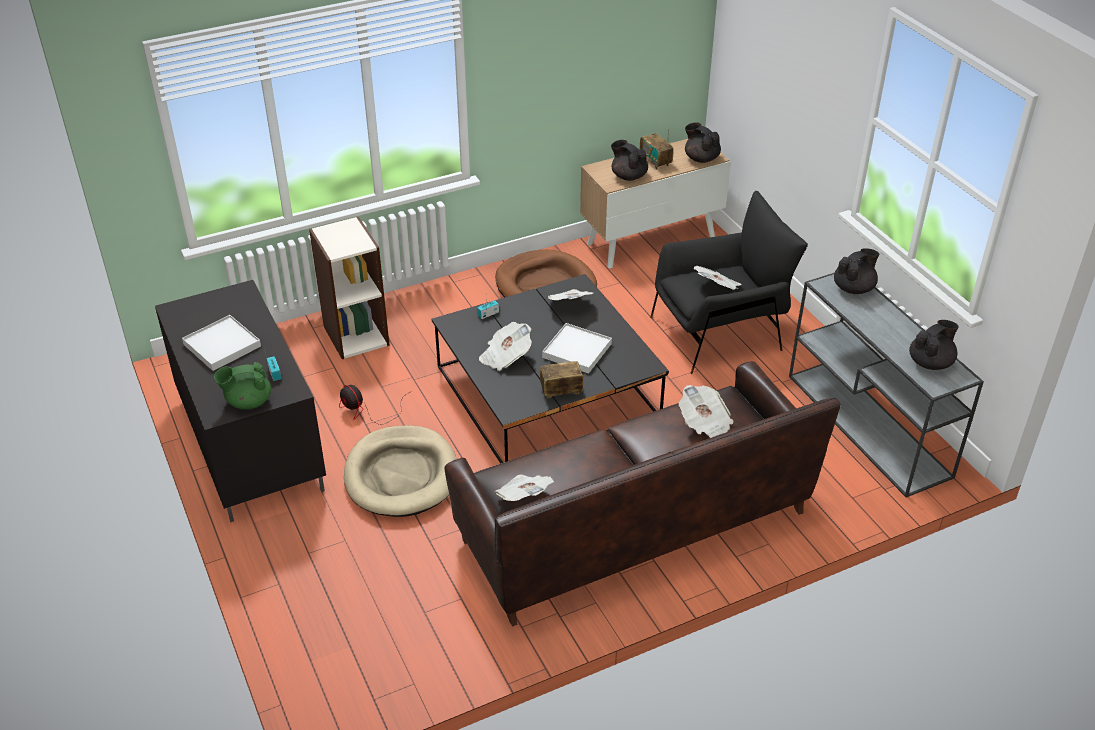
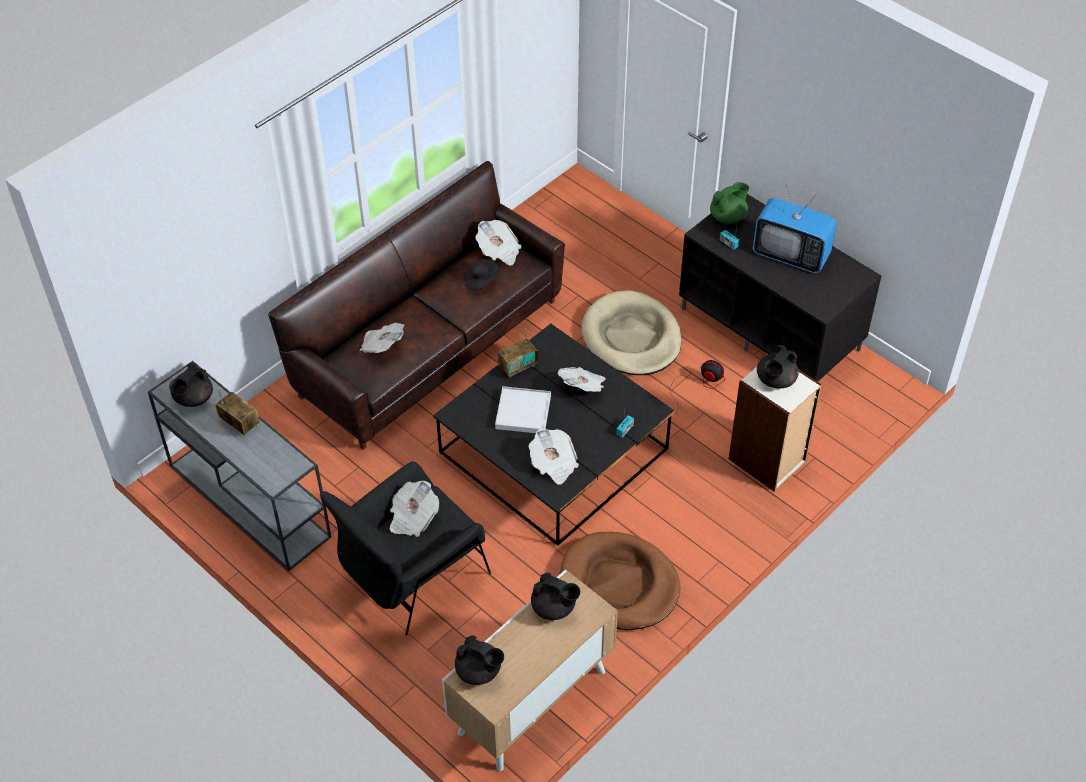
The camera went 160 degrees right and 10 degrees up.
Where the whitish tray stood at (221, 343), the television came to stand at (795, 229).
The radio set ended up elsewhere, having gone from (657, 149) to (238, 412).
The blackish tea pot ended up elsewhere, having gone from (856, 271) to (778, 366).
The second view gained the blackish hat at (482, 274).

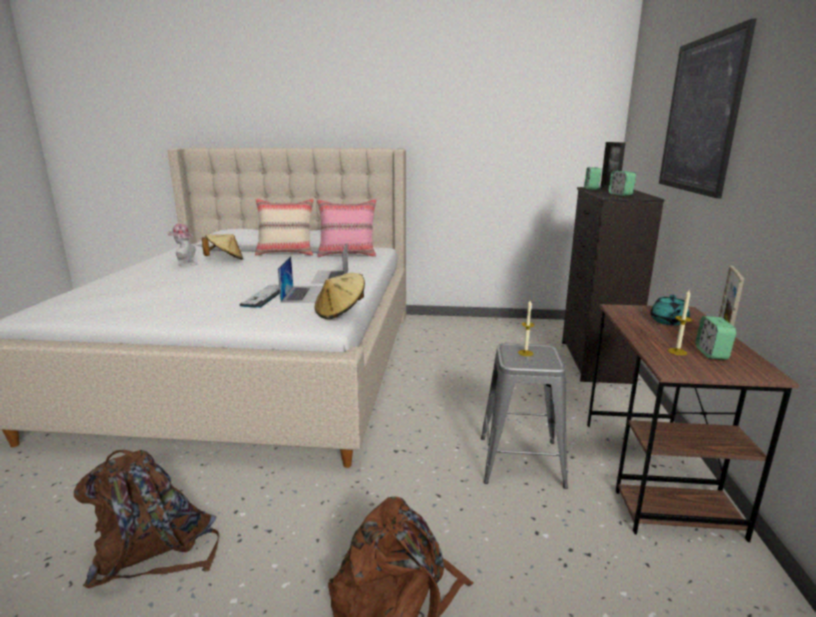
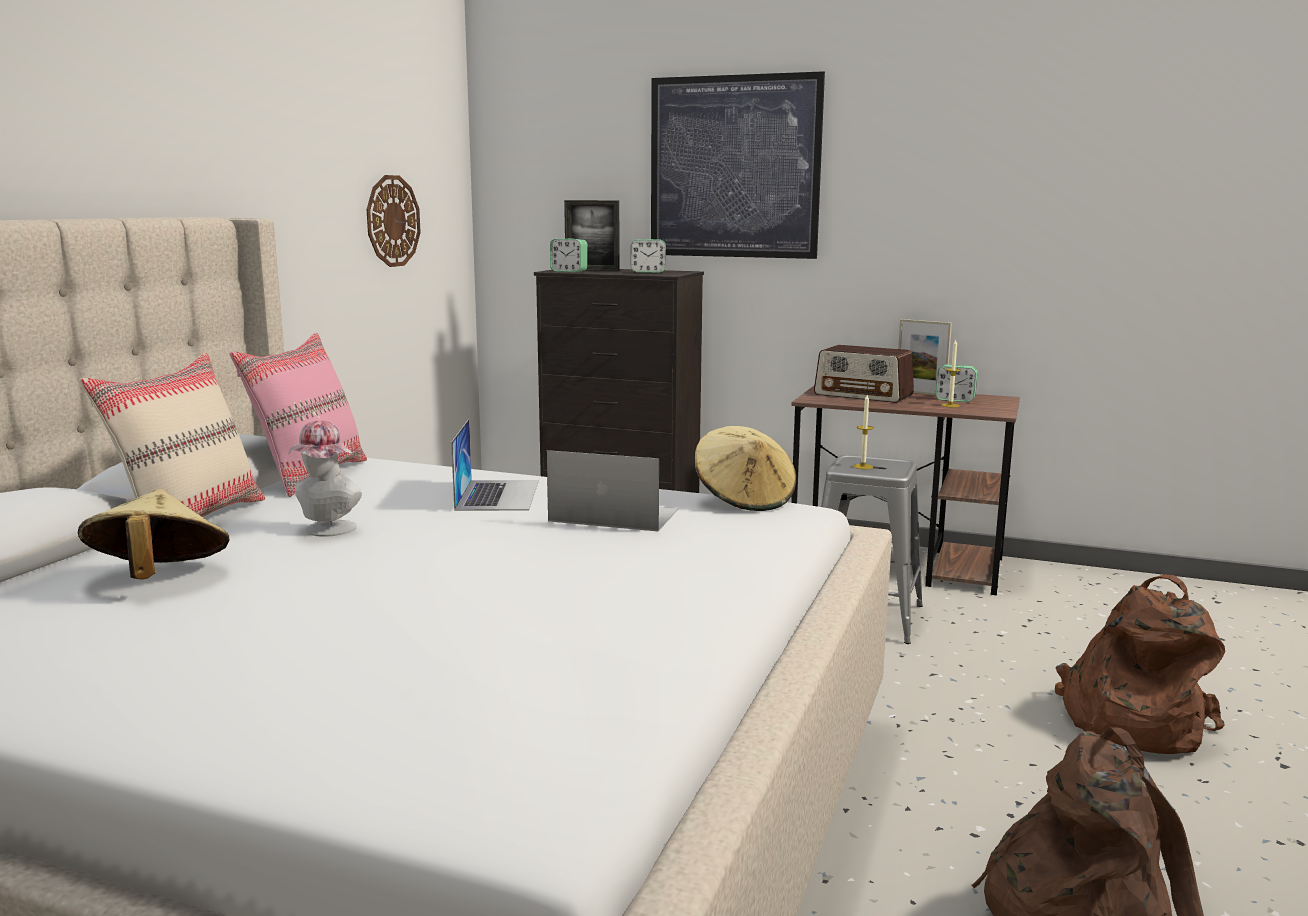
The camera went 75 degrees left and 5 degrees down.
The hat ended up elsewhere, having gone from (182, 245) to (325, 478).
The second view lost the computer keyboard at (260, 296).
The portable computer at (329, 263) ended up facing another way, 105 degrees counterclockwise from before.
Where the blue-green tea pot stood at (670, 310), the radio set came to stand at (864, 374).
The second view gained the wall clock at (394, 221).

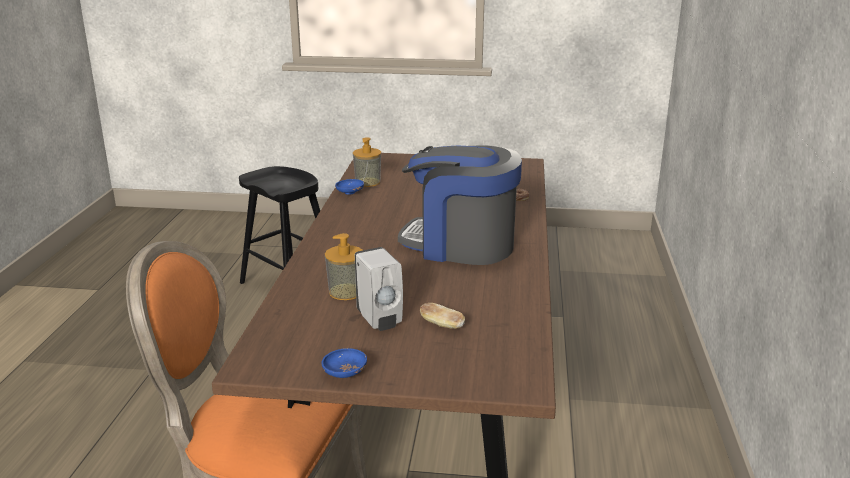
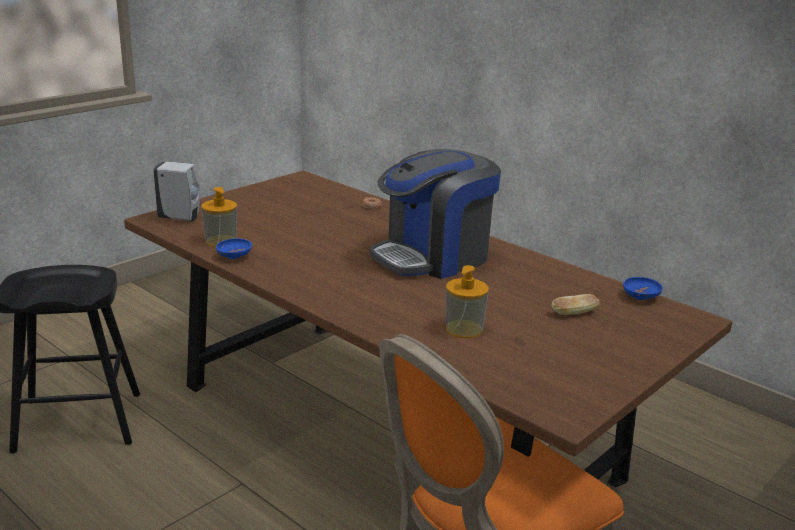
The camera went 55 degrees left and 0 degrees up.
The bluish deep dish ended up elsewhere, having gone from (344, 363) to (643, 288).
The whitish liquid soap bottle ended up elsewhere, having gone from (379, 289) to (176, 192).

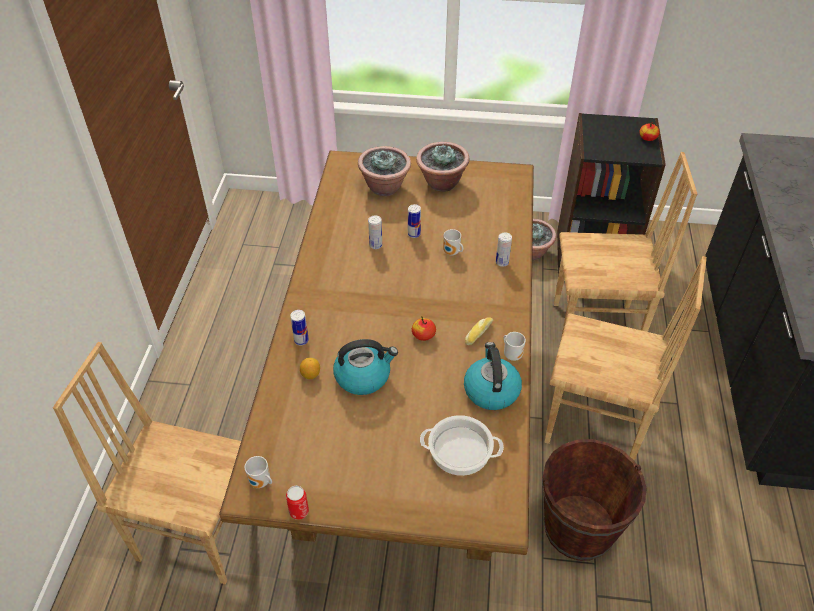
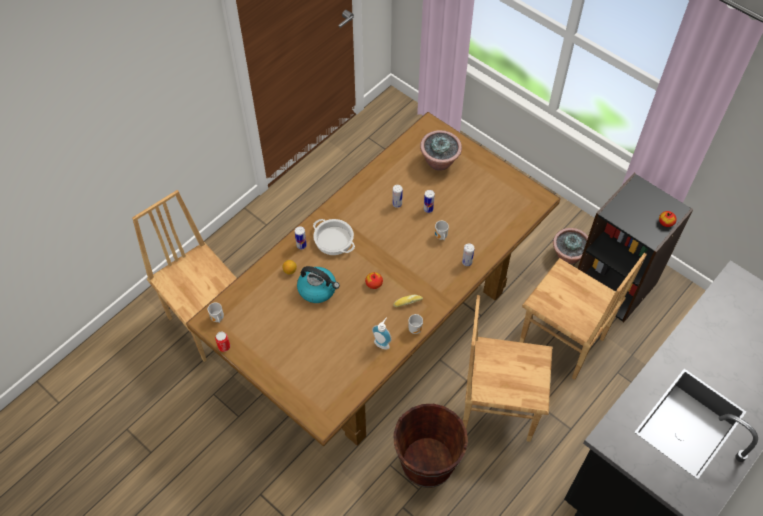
The camera went 35 degrees right and 10 degrees up.
The second view lost the potted plant at (443, 167).
The saucepot ended up elsewhere, having gone from (462, 445) to (334, 237).
Where the tea kettle stood at (493, 376), the liquid soap bottle came to stand at (382, 333).
The brownish upright chair at (626, 358) ended up facing another way, 135 degrees clockwise from before.

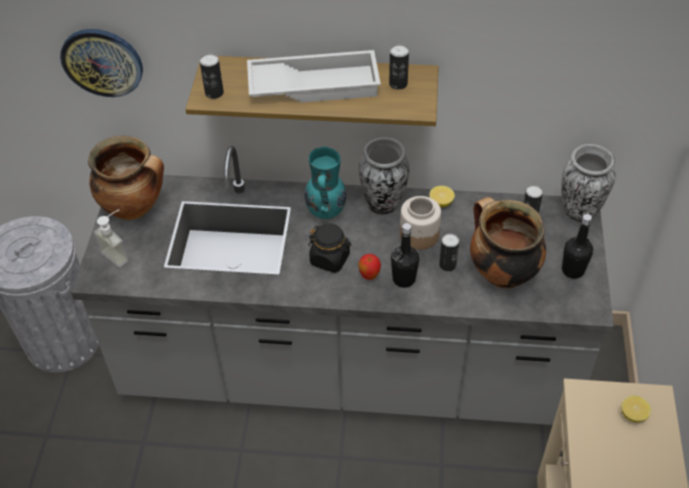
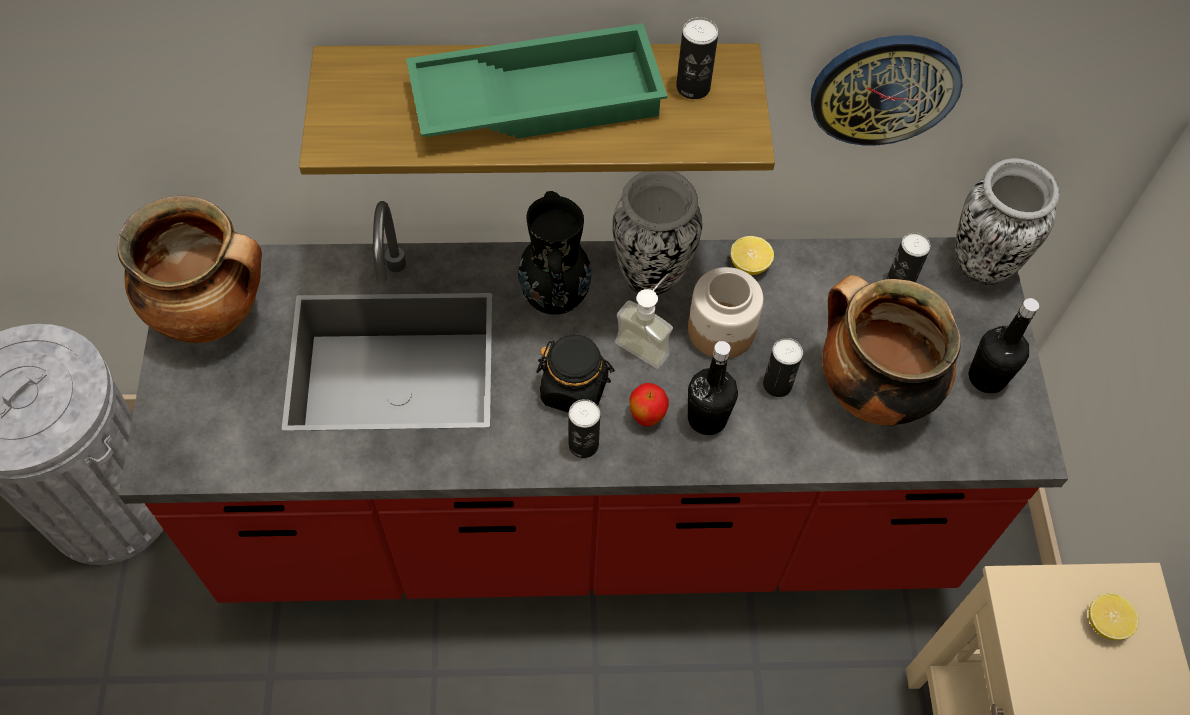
The camera went 10 degrees left and 10 degrees up.
The wall clock ended up elsewhere, having gone from (101, 63) to (887, 90).
What was the gray counter at (342, 285) turned into the reddish counter at (593, 402).
The liquid soap bottle ended up elsewhere, having gone from (111, 238) to (644, 321).
The can ended up elsewhere, having gone from (212, 76) to (584, 428).
What was the whitish tray at (314, 76) turned into the green-coloured tray at (536, 81).
What was the blue-green decorative vase at (325, 182) turned into the blackish decorative vase at (554, 253).

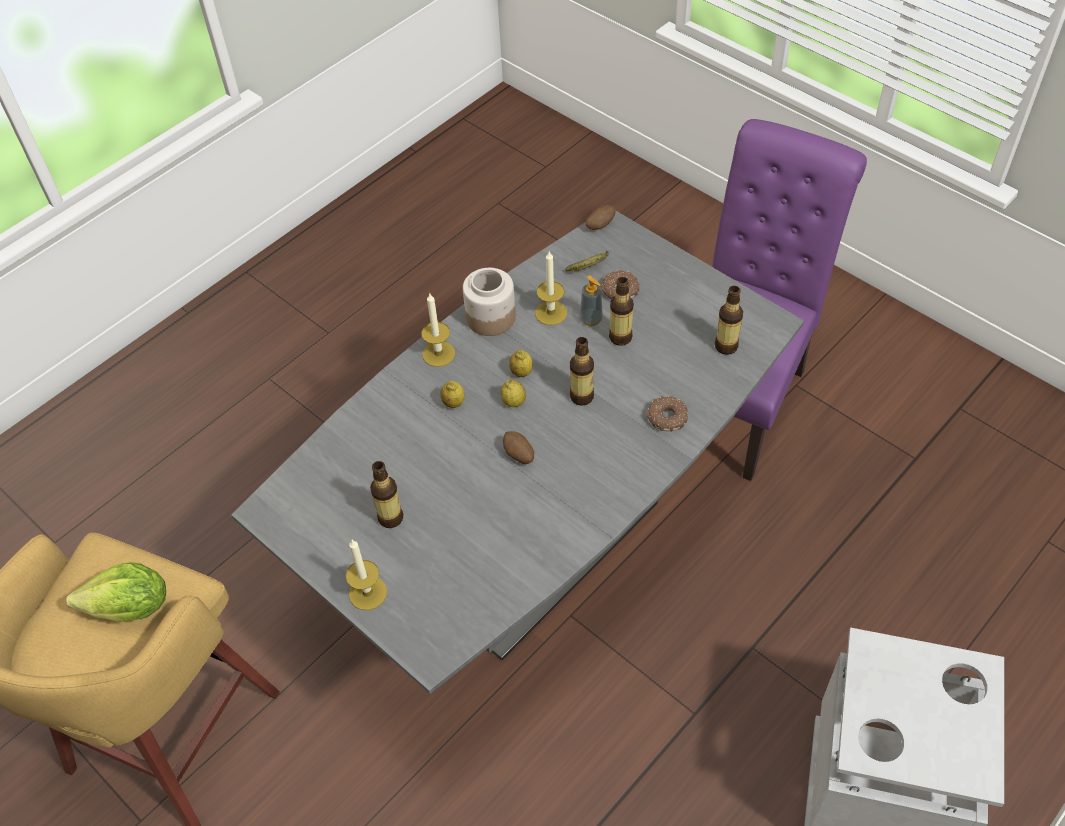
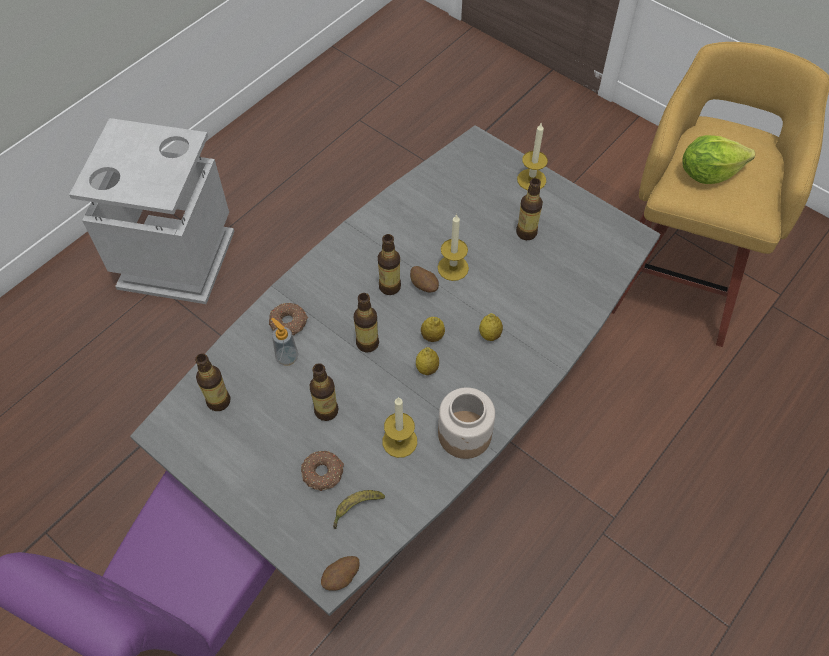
The camera went 175 degrees right and 5 degrees up.
The wax light ended up elsewhere, having gone from (438, 330) to (453, 247).
The liquid soap bottle ended up elsewhere, having gone from (591, 300) to (284, 342).
The second view gained the beverage bottle at (389, 264).

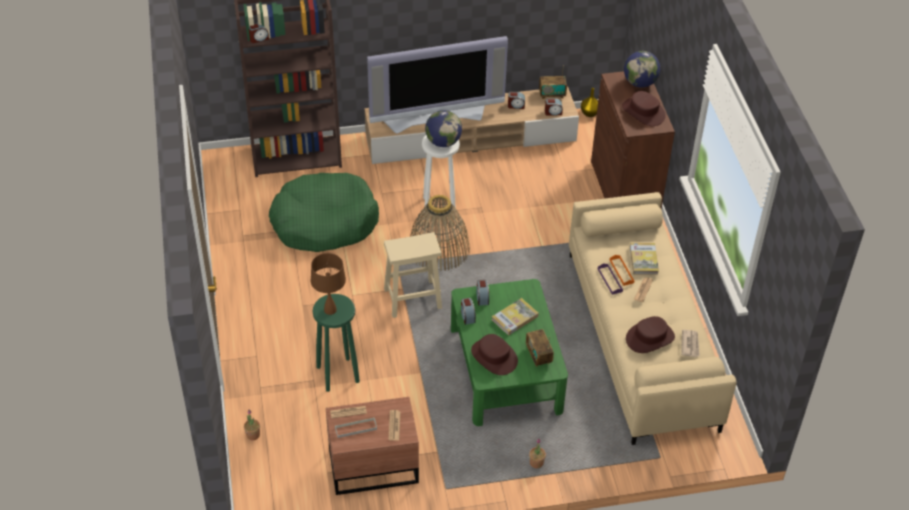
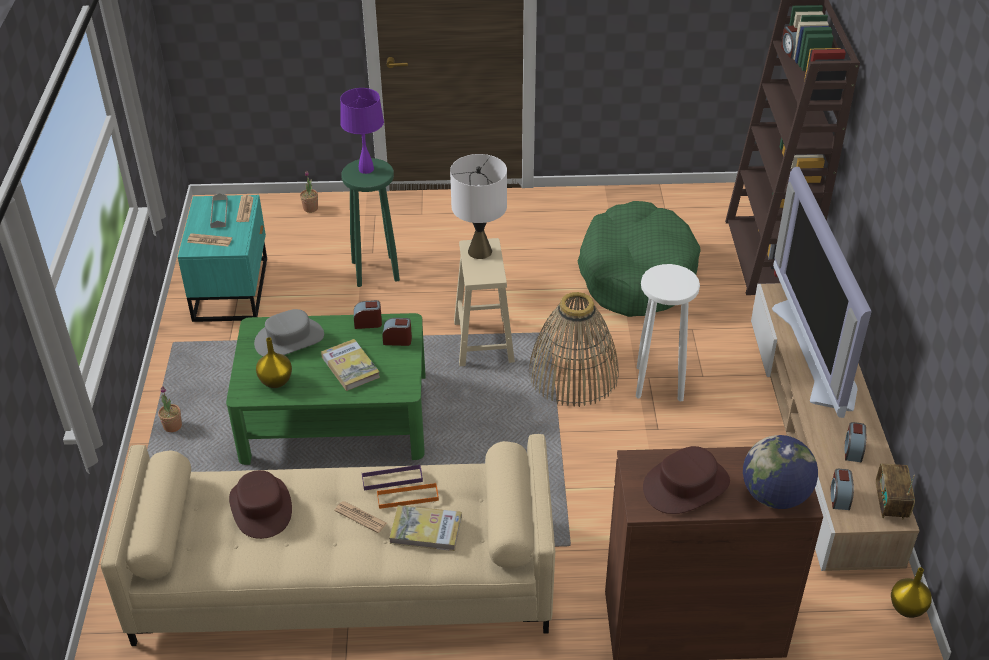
The camera went 100 degrees right and 5 degrees down.
What was the brownish table lamp at (328, 284) turned into the purple table lamp at (362, 131).
What was the brownish nightstand at (372, 446) turned into the blue-green nightstand at (222, 258).
The second view lost the globe at (443, 128).
What was the brownish hat at (494, 354) turned into the gray hat at (289, 333).
Where the radio set stood at (540, 348), the yellow decorative vase came to stand at (274, 362).
The second view lost the daily paper at (690, 343).
The second view gained the whitish table lamp at (478, 206).

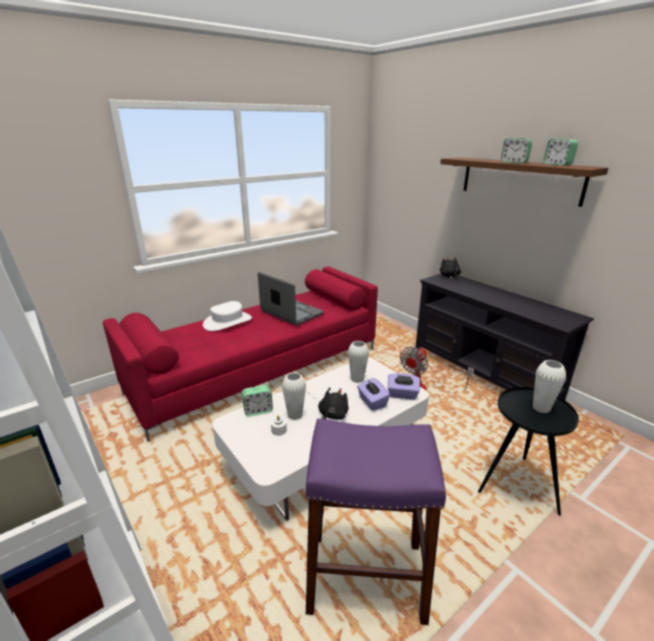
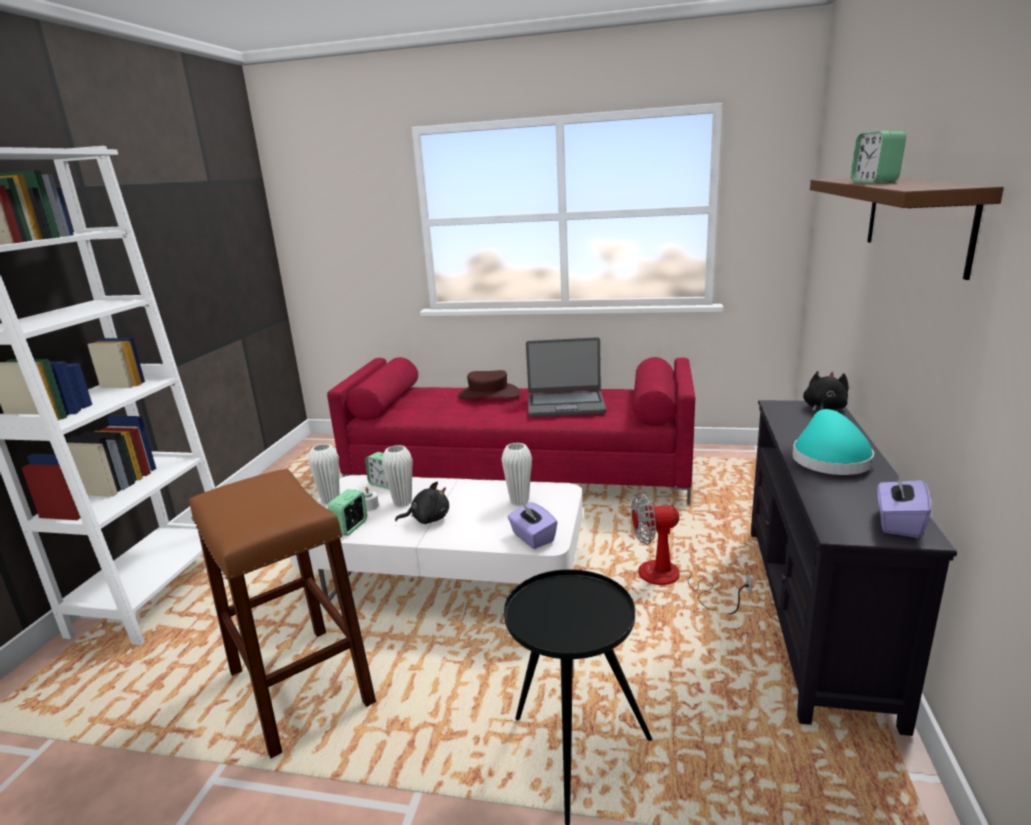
The camera went 50 degrees right and 5 degrees down.
What was the whitish hat at (227, 316) turned into the brownish hat at (488, 384).
The portable computer at (291, 299) ended up facing another way, 90 degrees clockwise from before.
What was the purple stool seat at (376, 522) turned into the brownish stool seat at (282, 614).
The purple box of tissues ended up elsewhere, having gone from (373, 394) to (904, 505).
The whitish decorative vase ended up elsewhere, having gone from (549, 386) to (324, 474).
The table clock ended up elsewhere, having gone from (560, 152) to (347, 512).
The second view gained the blue-green hat at (833, 442).

